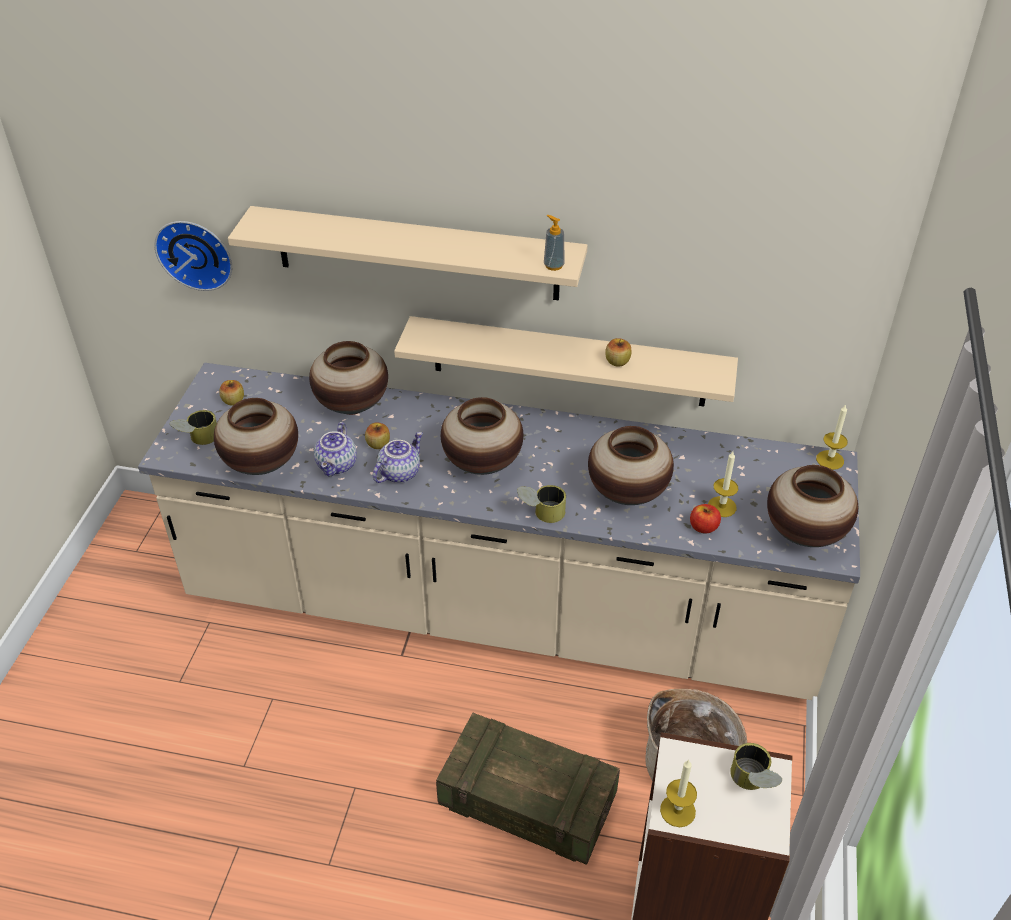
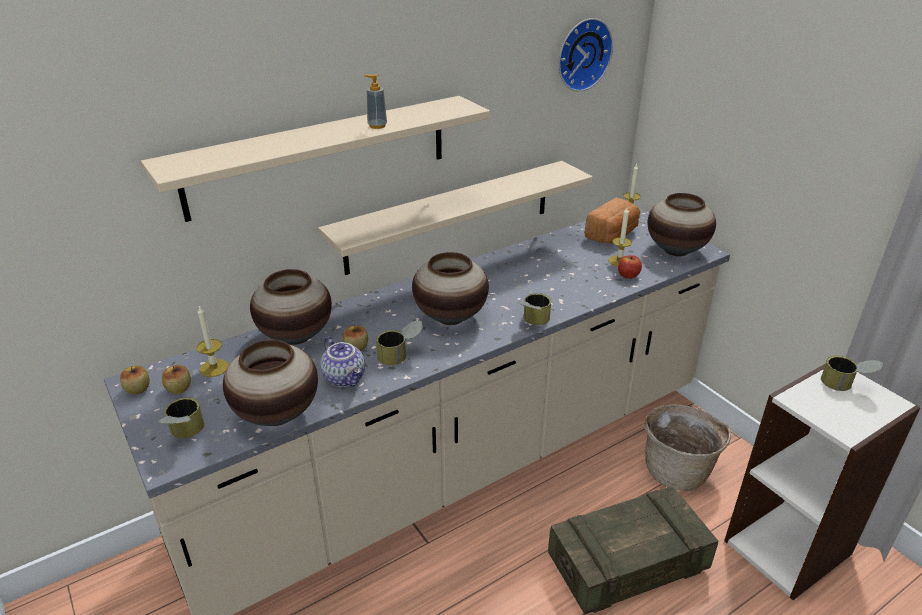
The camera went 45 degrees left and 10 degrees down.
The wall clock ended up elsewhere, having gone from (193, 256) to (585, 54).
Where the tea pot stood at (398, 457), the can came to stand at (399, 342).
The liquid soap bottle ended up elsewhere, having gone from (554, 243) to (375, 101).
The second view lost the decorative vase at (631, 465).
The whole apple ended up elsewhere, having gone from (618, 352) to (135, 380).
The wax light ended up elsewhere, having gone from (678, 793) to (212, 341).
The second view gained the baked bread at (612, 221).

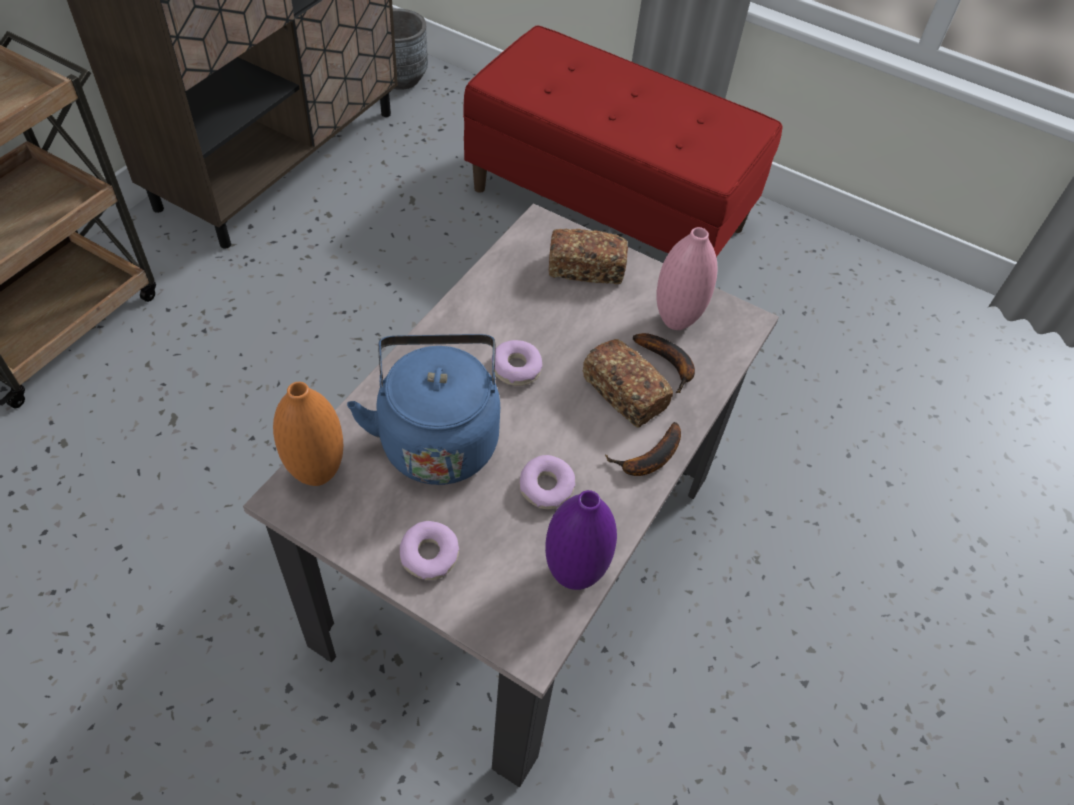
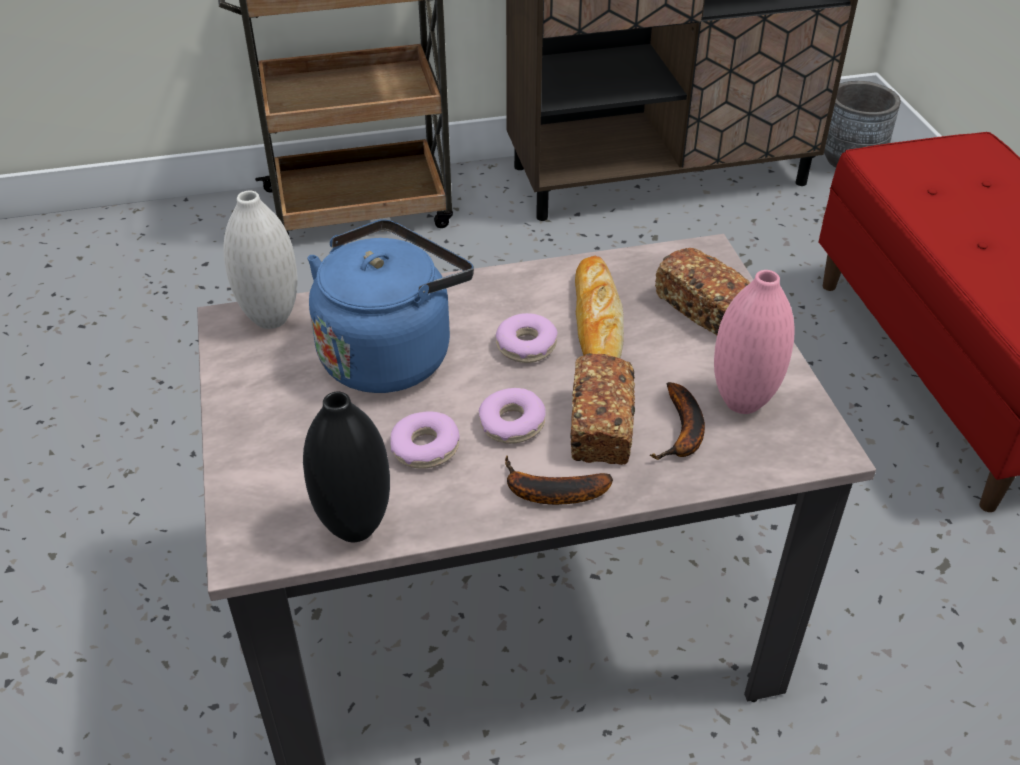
The camera went 50 degrees right and 10 degrees down.
What was the orange decorative vase at (308, 434) turned into the whitish decorative vase at (260, 260).
The doughnut ended up elsewhere, having gone from (429, 550) to (512, 416).
What was the purple decorative vase at (581, 540) turned into the blackish decorative vase at (346, 466).
The second view gained the baked bread at (599, 307).

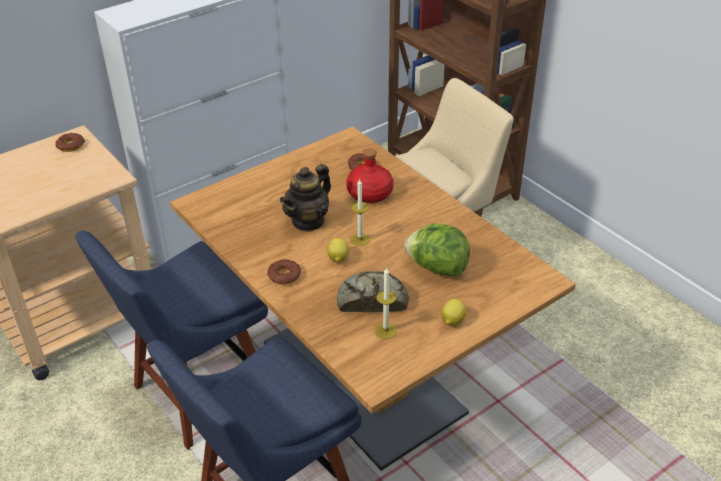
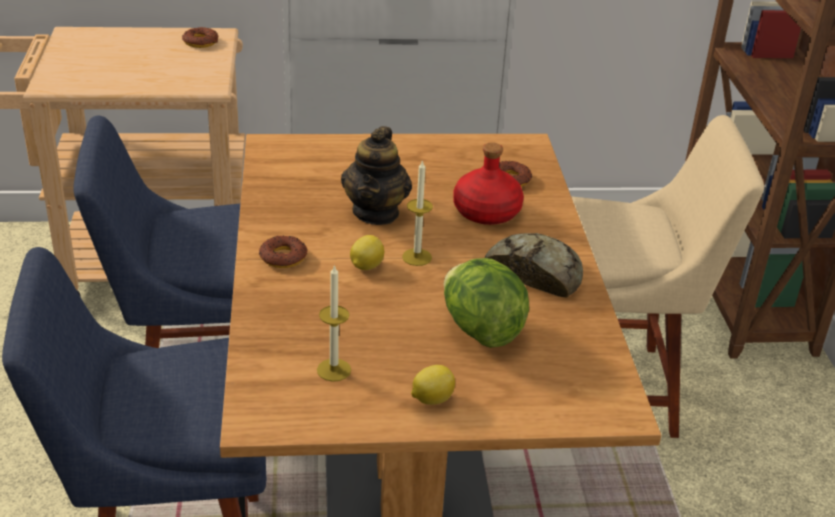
The camera went 30 degrees right and 5 degrees down.
The tea pot at (305, 198) ended up facing another way, 60 degrees counterclockwise from before.
The baked bread ended up elsewhere, having gone from (373, 291) to (534, 265).

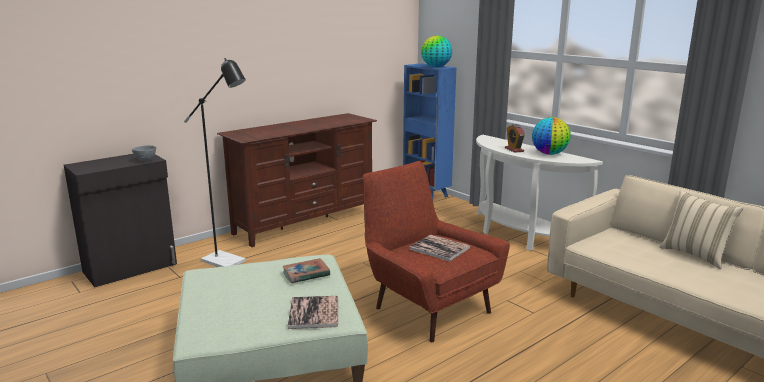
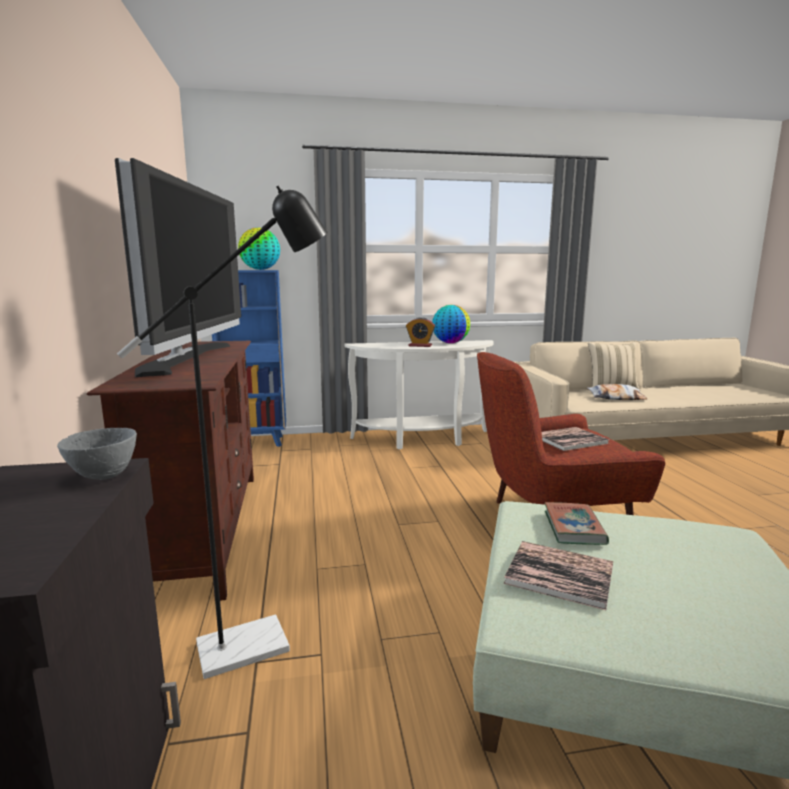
The camera went 60 degrees left and 5 degrees down.
The bound book ended up elsewhere, having gone from (313, 312) to (558, 575).
The second view gained the television at (178, 267).
The second view gained the cushion at (617, 392).

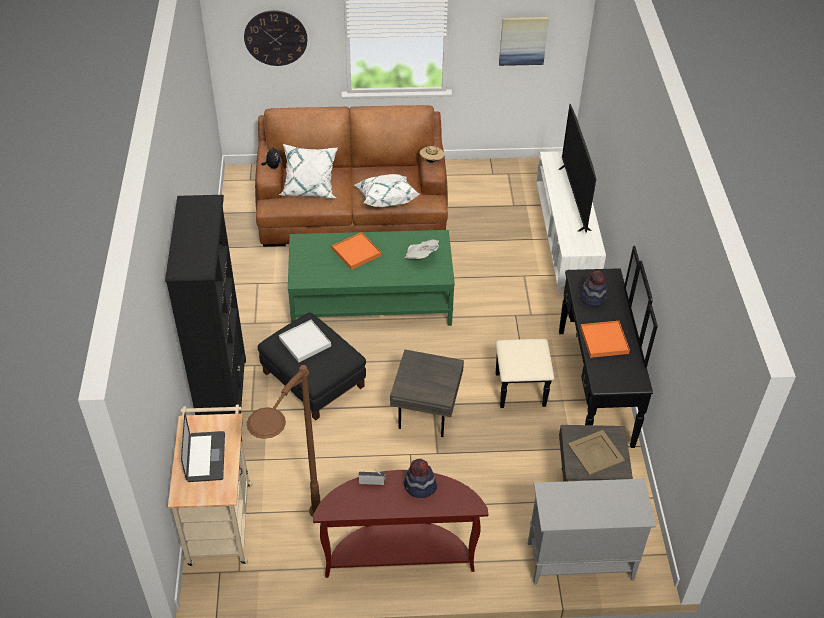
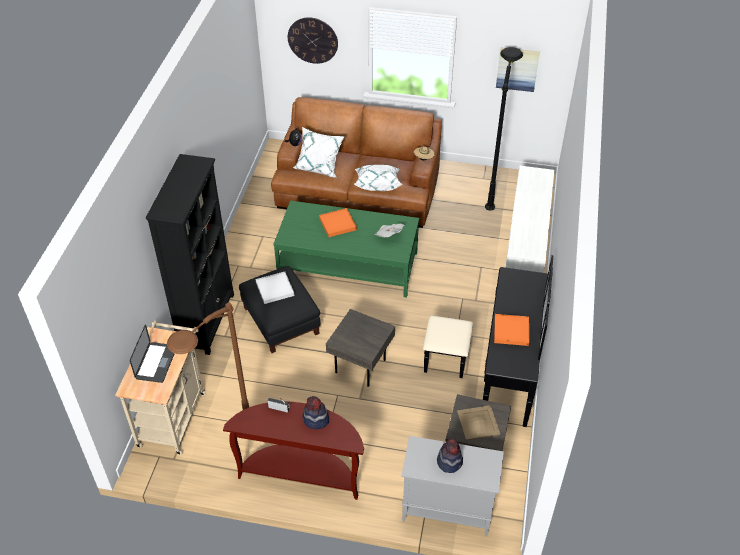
The camera went 15 degrees right and 0 degrees up.
The second view lost the television at (577, 168).
The hat ended up elsewhere, having gone from (593, 289) to (450, 456).
The second view gained the blackish standard lamp at (504, 128).

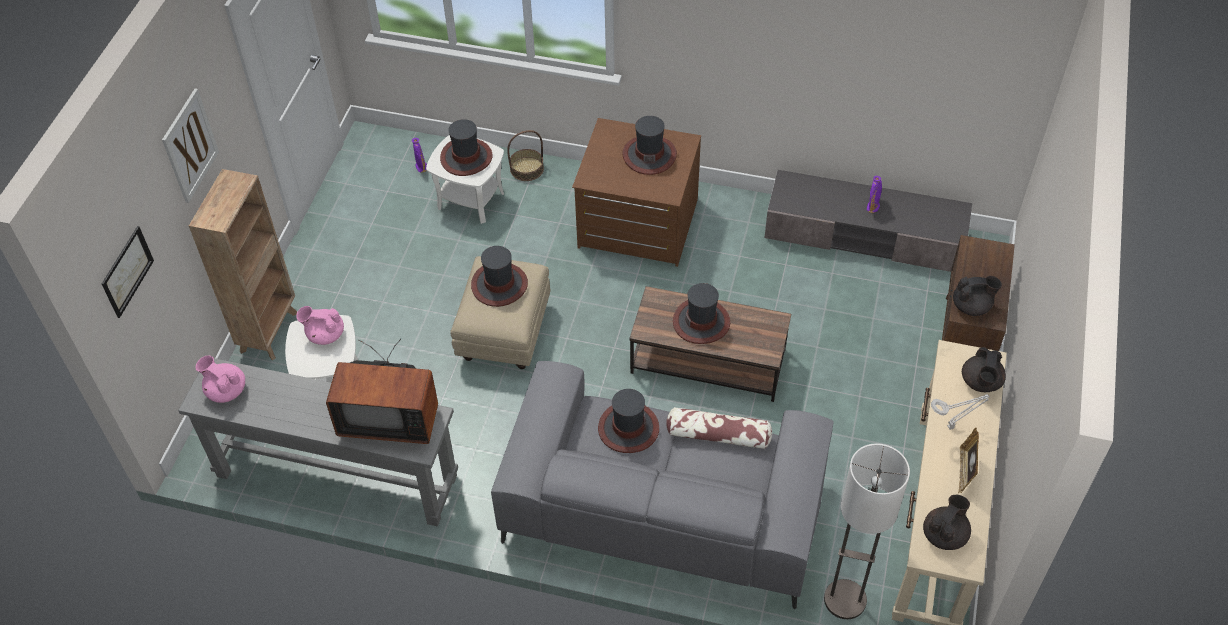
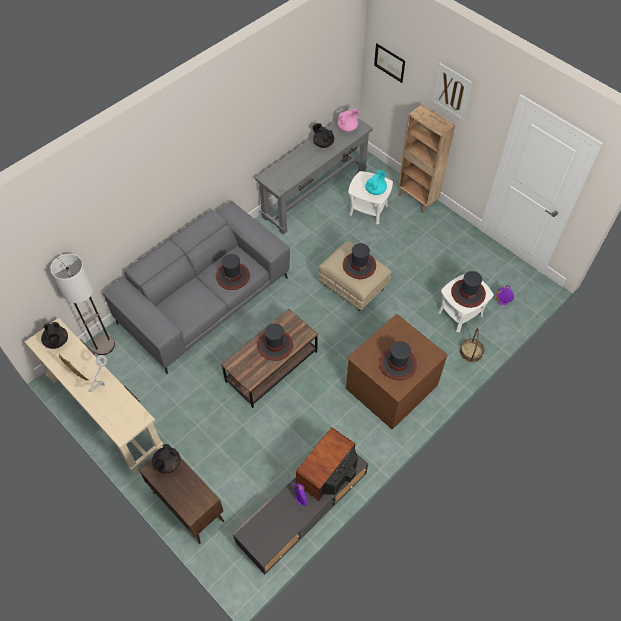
The camera went 120 degrees right and 5 degrees up.
What was the pink tea pot at (320, 325) turned into the blue-green tea pot at (376, 182).
The television ended up elsewhere, having gone from (382, 391) to (327, 464).
The second view lost the cushion at (719, 428).
The blackish tea pot ended up elsewhere, having gone from (984, 369) to (323, 135).

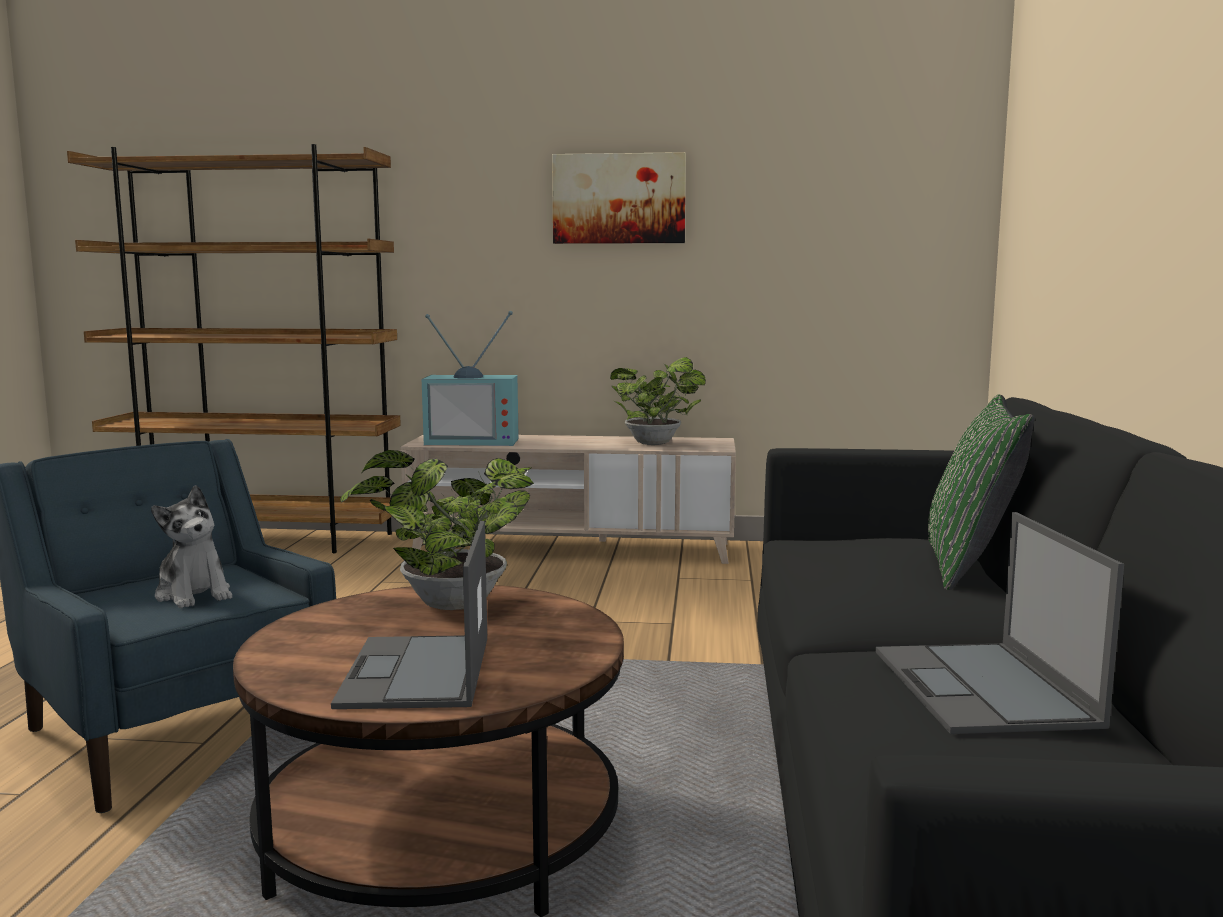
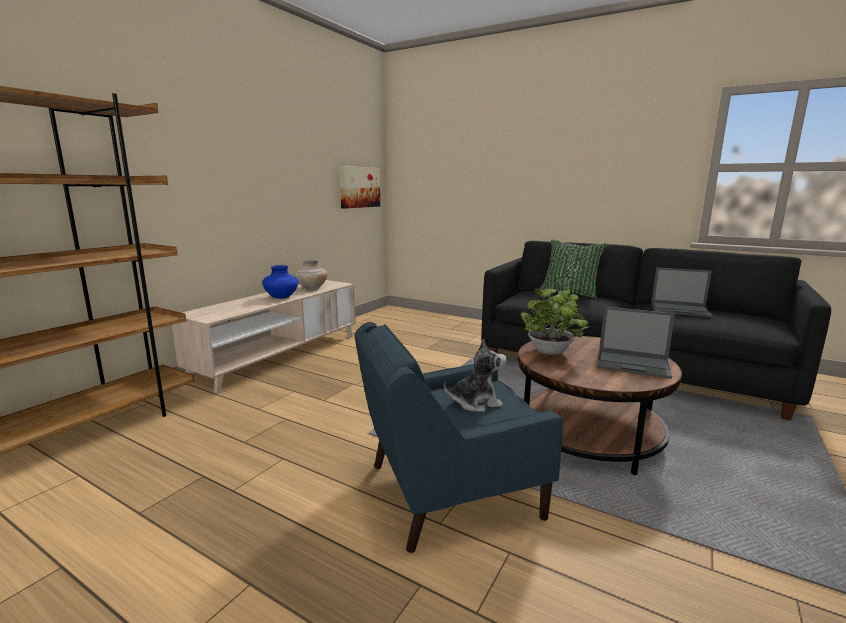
The camera went 65 degrees left and 5 degrees up.
The second view lost the television at (470, 378).
The picture ended up elsewhere, having gone from (619, 198) to (359, 187).
Where the potted plant stood at (658, 401), the beige decorative vase came to stand at (311, 274).
The second view gained the bluish decorative vase at (280, 282).

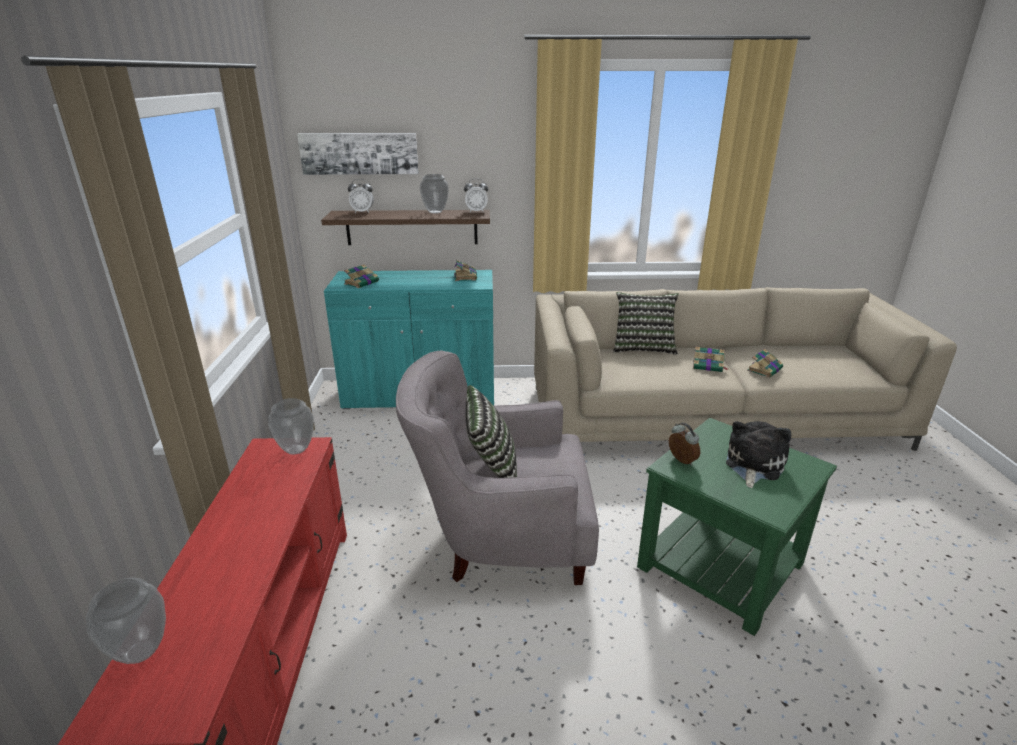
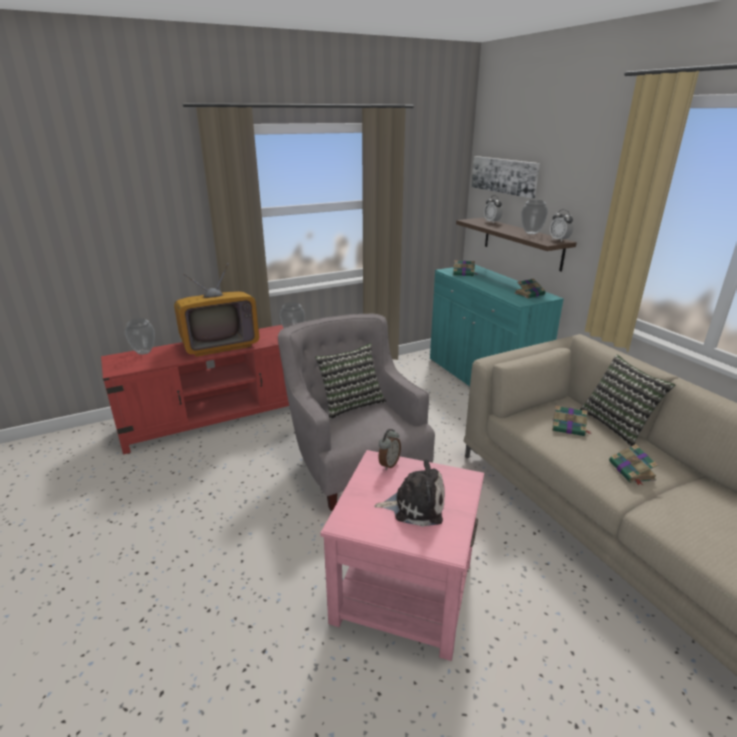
The camera went 65 degrees right and 0 degrees up.
What was the green-coloured side table at (737, 527) turned into the pink side table at (402, 555).
The bound book ended up elsewhere, having gone from (765, 363) to (571, 420).
The second view gained the television at (216, 310).

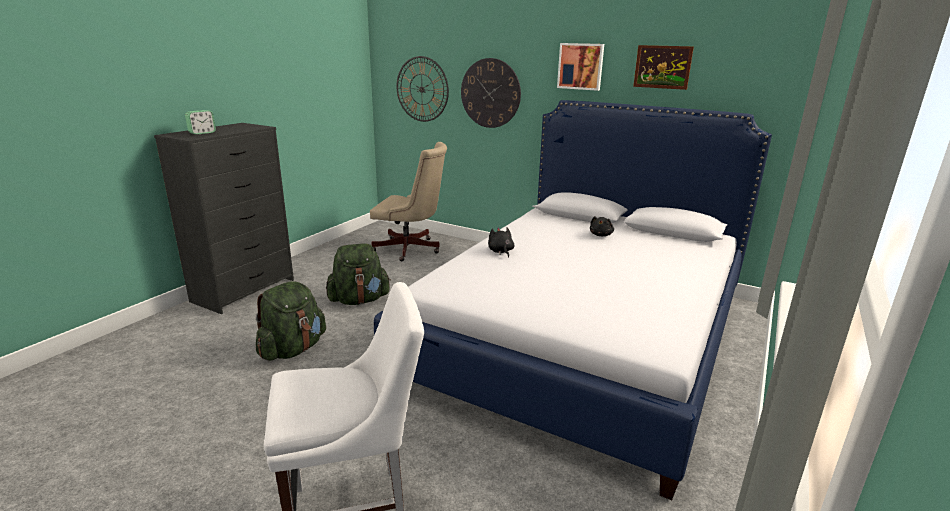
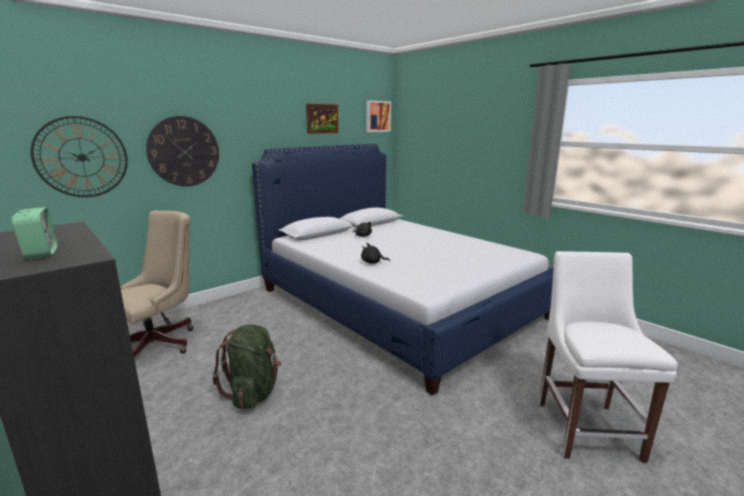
The camera went 70 degrees left and 5 degrees down.
The second view lost the green-coloured knapsack at (291, 321).
The picture ended up elsewhere, having gone from (580, 67) to (378, 116).

